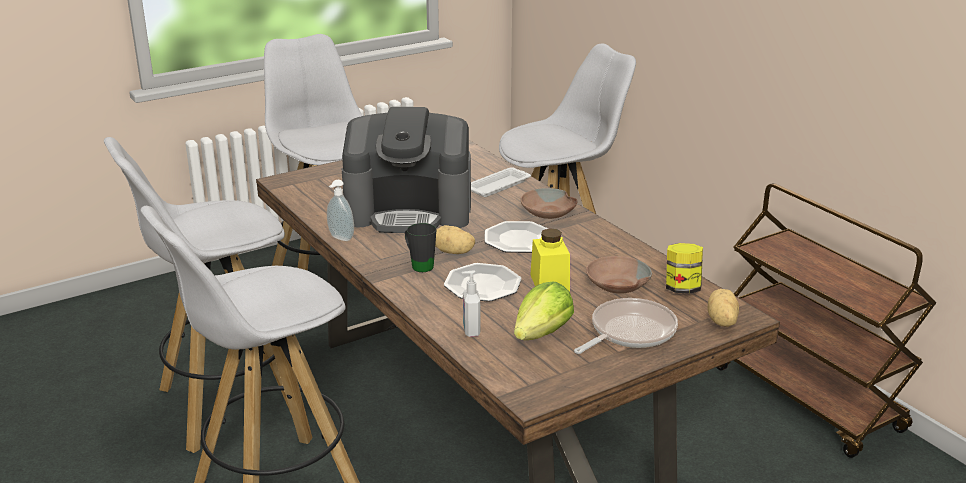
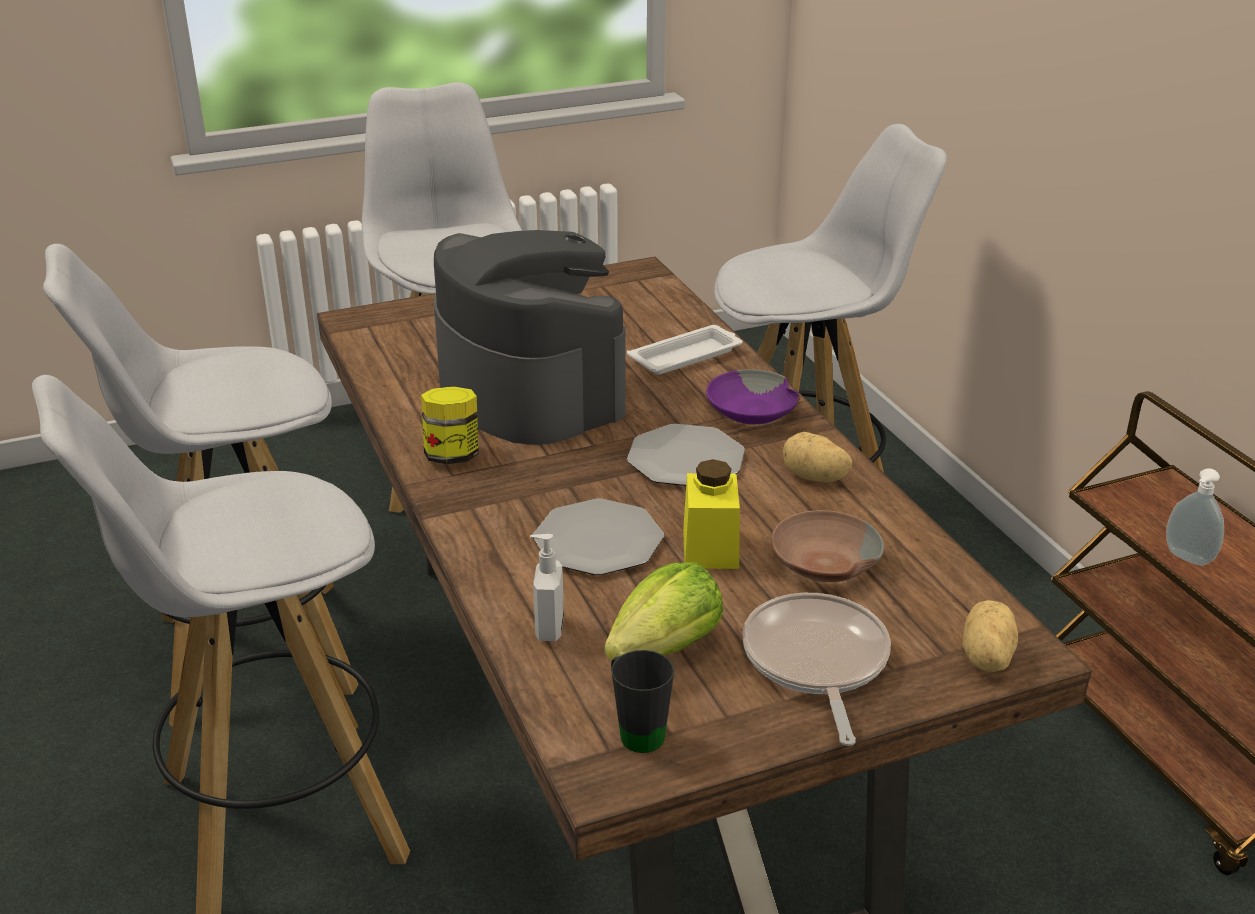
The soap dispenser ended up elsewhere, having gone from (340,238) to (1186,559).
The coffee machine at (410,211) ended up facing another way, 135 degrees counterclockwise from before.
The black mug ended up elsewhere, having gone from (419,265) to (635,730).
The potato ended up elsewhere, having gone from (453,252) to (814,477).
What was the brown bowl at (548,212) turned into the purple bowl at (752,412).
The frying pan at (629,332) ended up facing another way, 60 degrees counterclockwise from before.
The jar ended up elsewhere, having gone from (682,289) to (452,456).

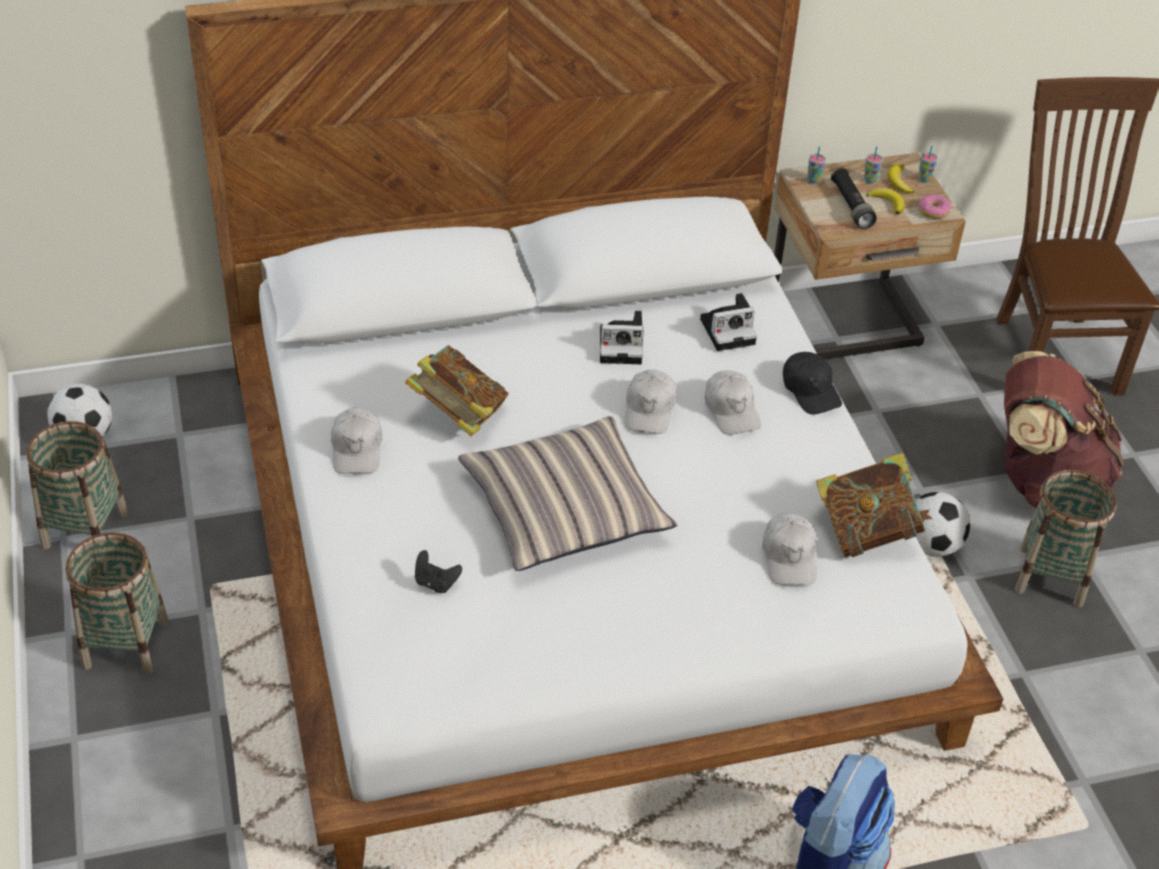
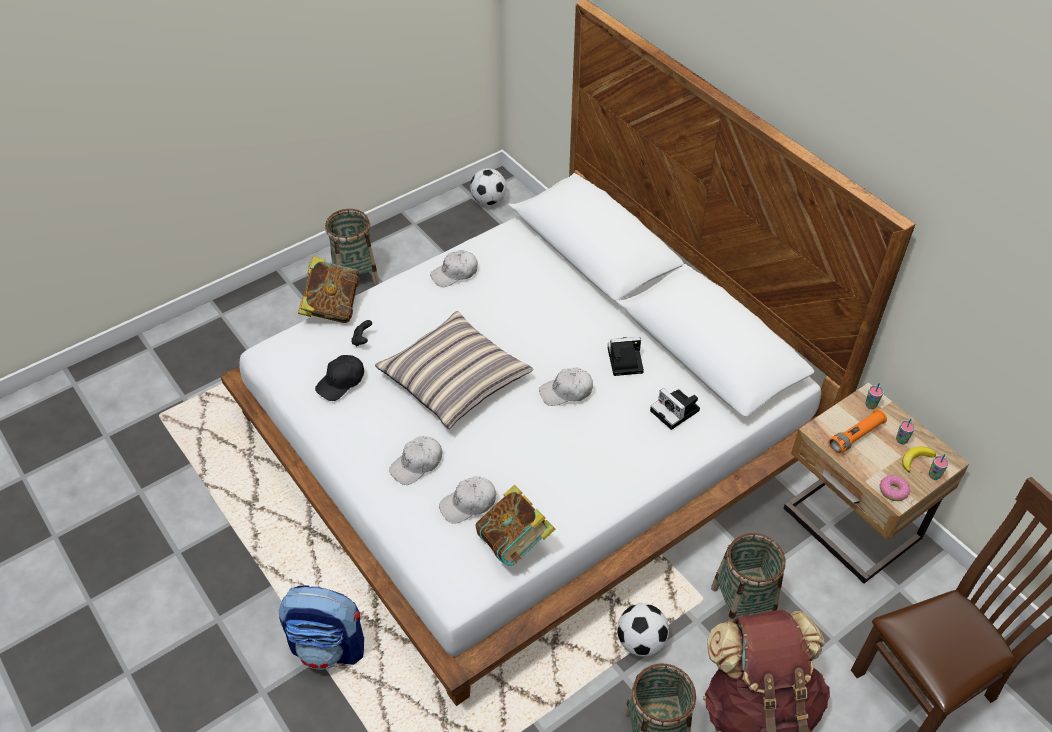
The basket ended up elsewhere, having gone from (85,529) to (742,603).
The book ended up elsewhere, having gone from (458,415) to (332,307).
The photo camera at (623,346) ended up facing another way, 105 degrees clockwise from before.
The white cap ended up elsewhere, having gone from (731,410) to (417,464).
The black cap ended up elsewhere, having gone from (810,390) to (341,382).
What was the black flashlight at (851,206) turned into the orange flashlight at (856,436).
The second view lost the banana at (887,202).

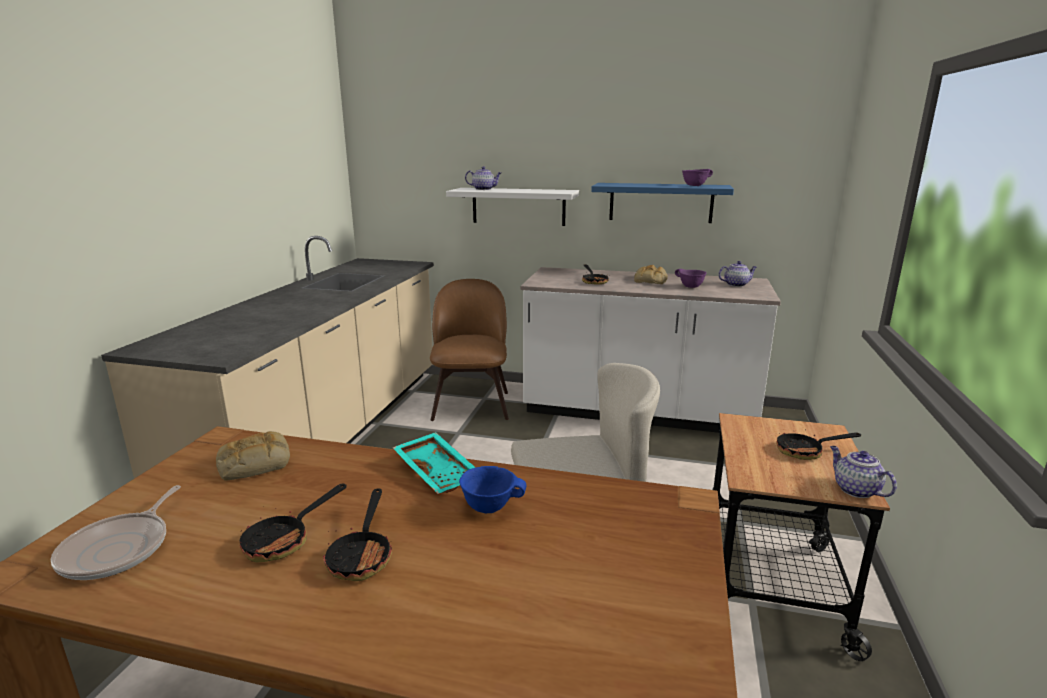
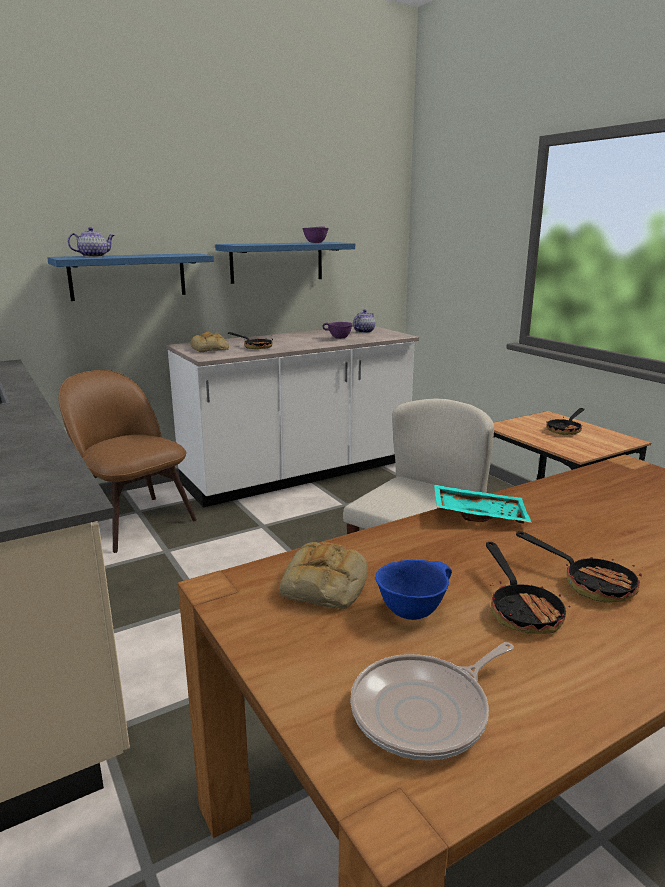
The frying pan at (119,549) ended up facing another way, 90 degrees clockwise from before.
What was the white shelf at (518,206) turned into the blue shelf at (128,276).
The blue bowl ended up elsewhere, having gone from (490,507) to (411,610).
The bread ended up elsewhere, having gone from (650,281) to (210,349).
The second view lost the teapot at (855,489).

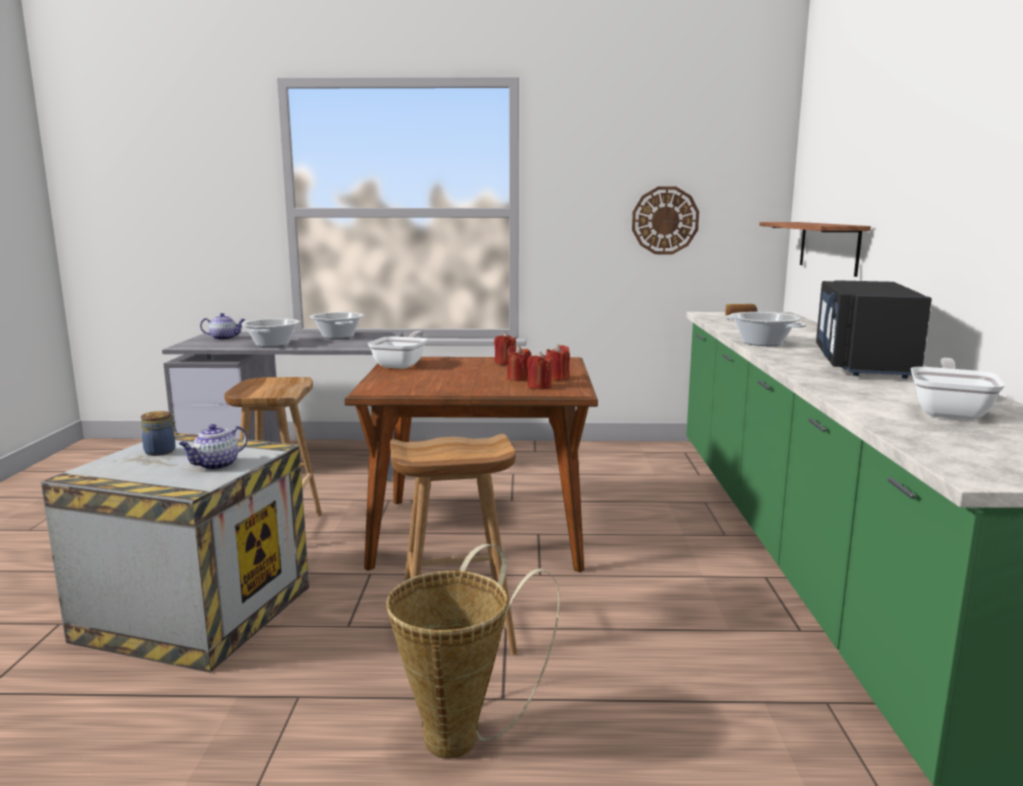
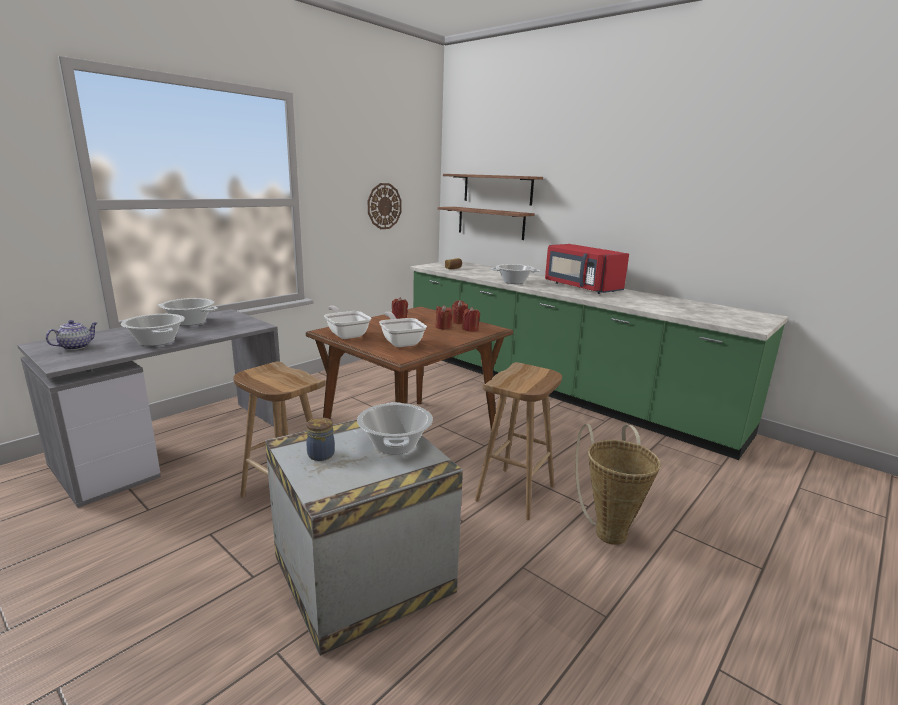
Where the teapot stood at (216,465), the cooking pot came to stand at (395,444).
What was the black microwave at (861,364) turned into the red microwave at (580,287).
The frying pan ended up elsewhere, having gone from (950,412) to (401,342).
The second view gained the shelf at (497,189).

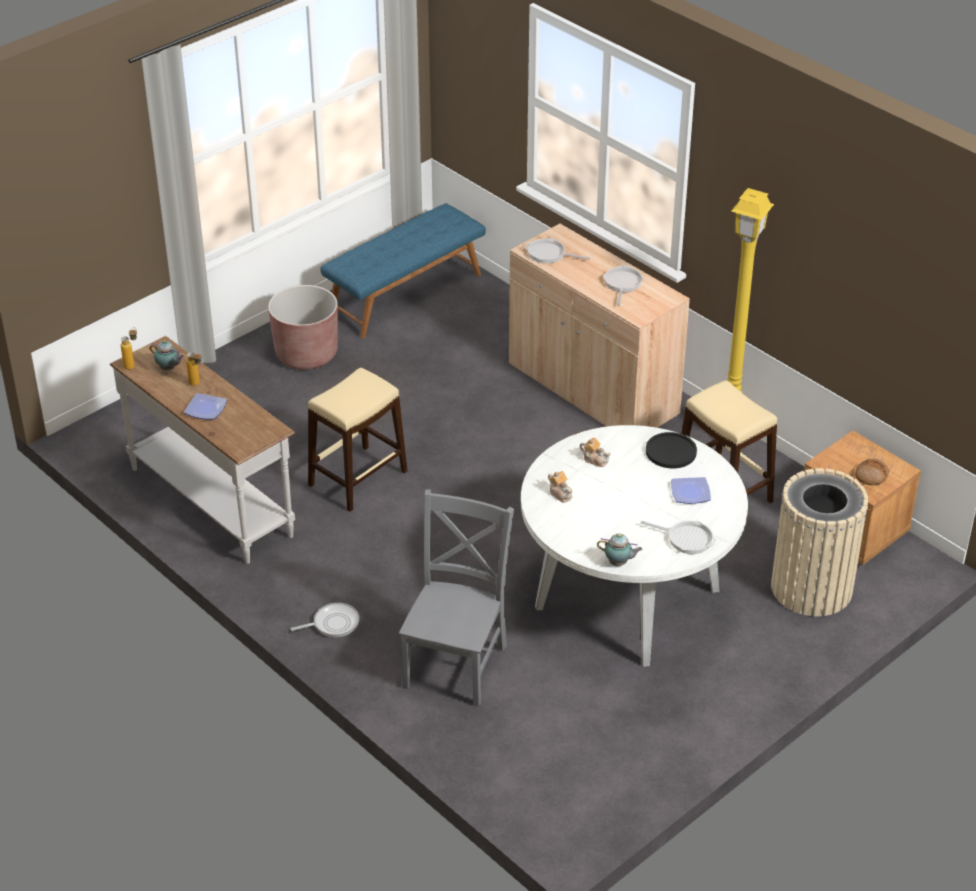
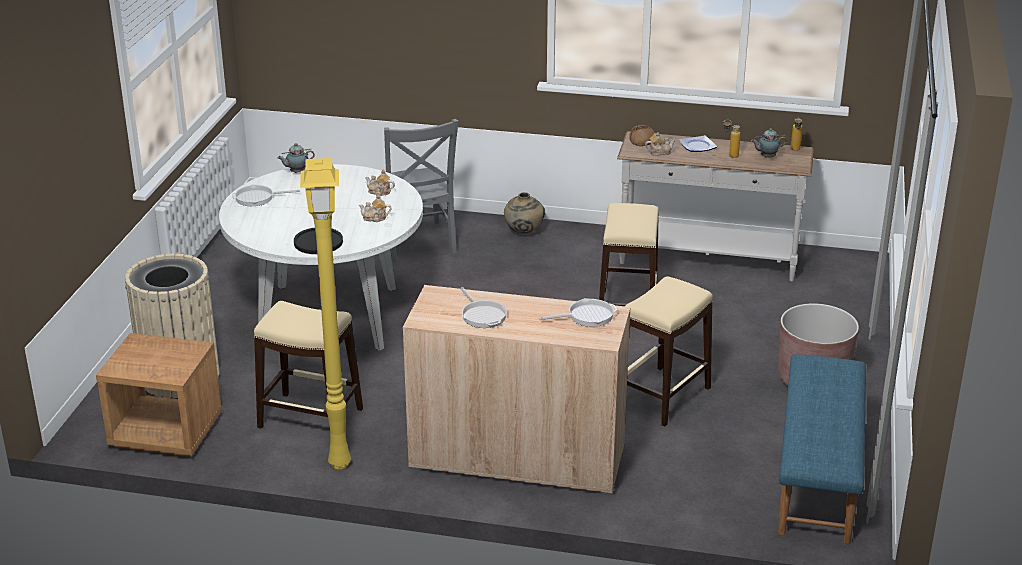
Where the frying pan stood at (333,623), the beige vase came to stand at (524,233).
The second view lost the plate at (689,492).
The bread ended up elsewhere, having gone from (871,476) to (642,140).
The second view gained the beige stool at (663,396).
The second view gained the teapot at (659,152).

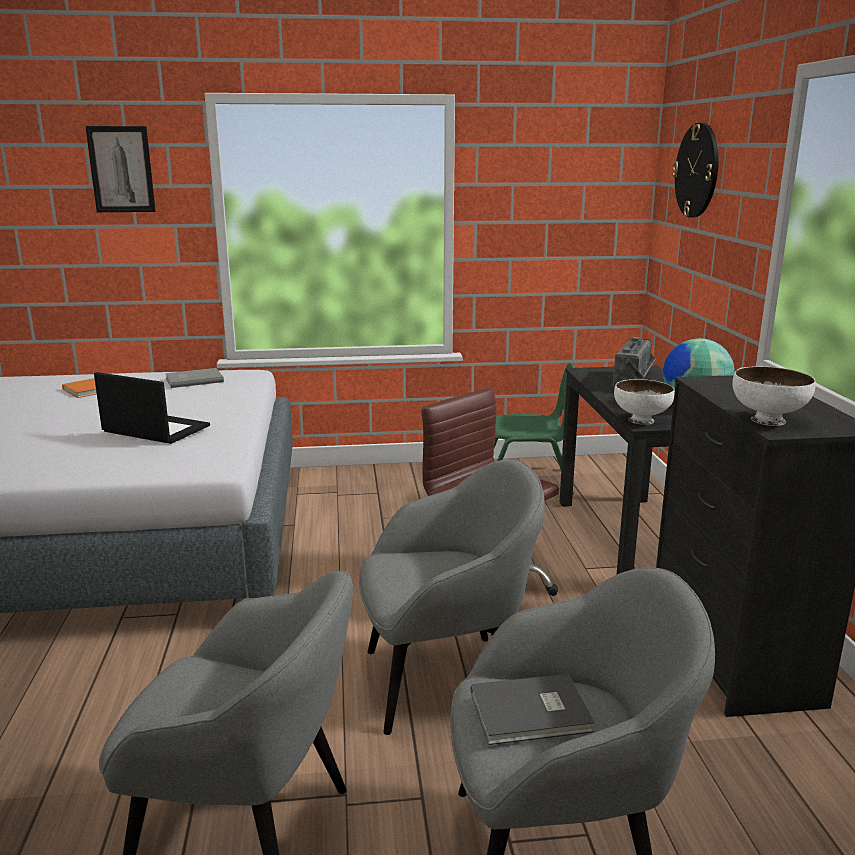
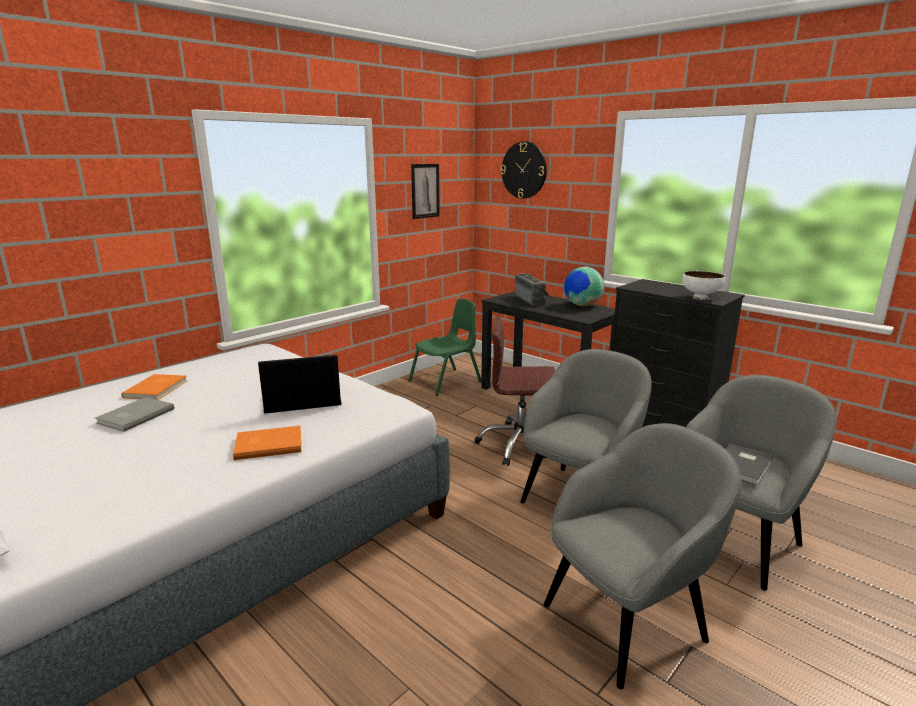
The picture ended up elsewhere, having gone from (121,169) to (425,191).
The grey book ended up elsewhere, having gone from (193,380) to (134,416).
The second view lost the white bowl at (641,420).
The second view gained the orange book at (268,444).

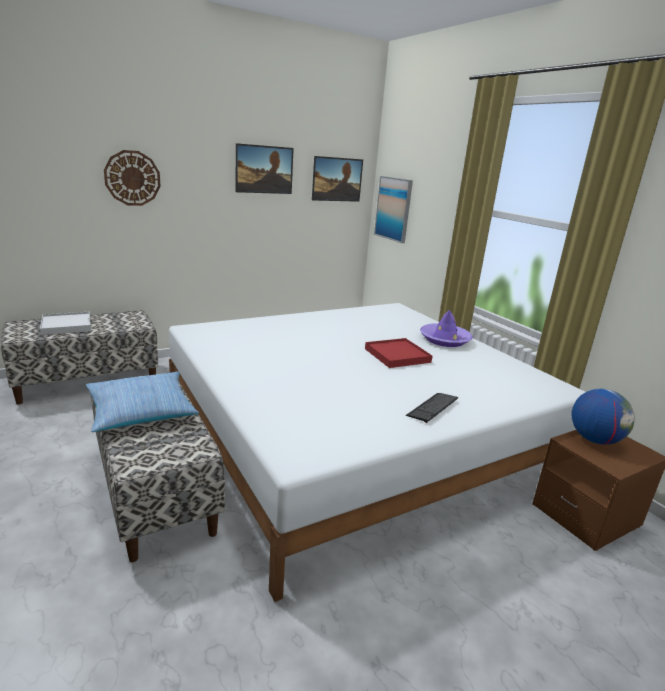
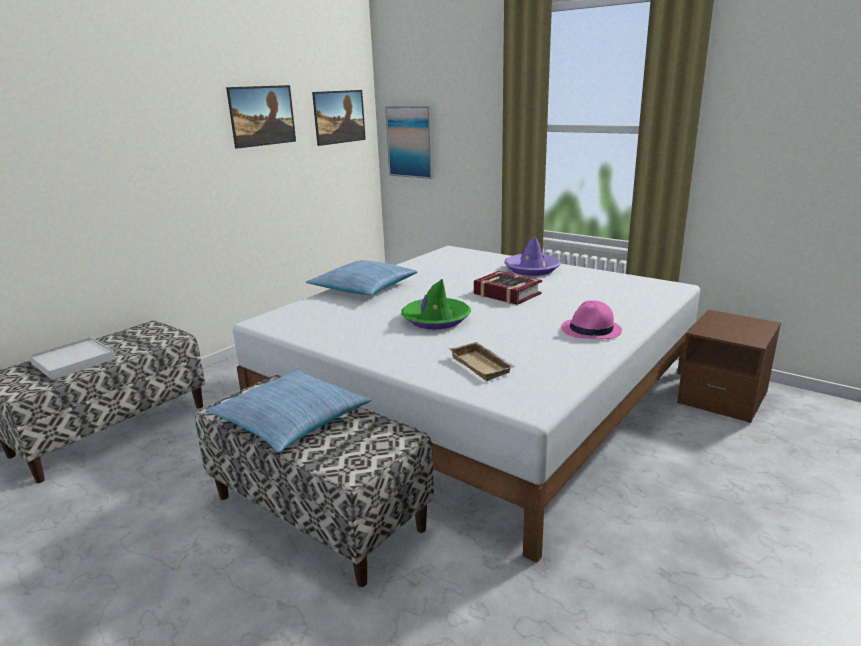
The second view lost the wall clock at (132,178).
Where the red tray stood at (397,355), the book came to stand at (507,294).
Where the keyboard stood at (432,408), the pink hat came to stand at (591,330).
The second view lost the globe at (594,439).
The second view gained the pillow at (363,288).
The second view gained the green hat at (436,320).
The second view gained the beige tray at (483,365).

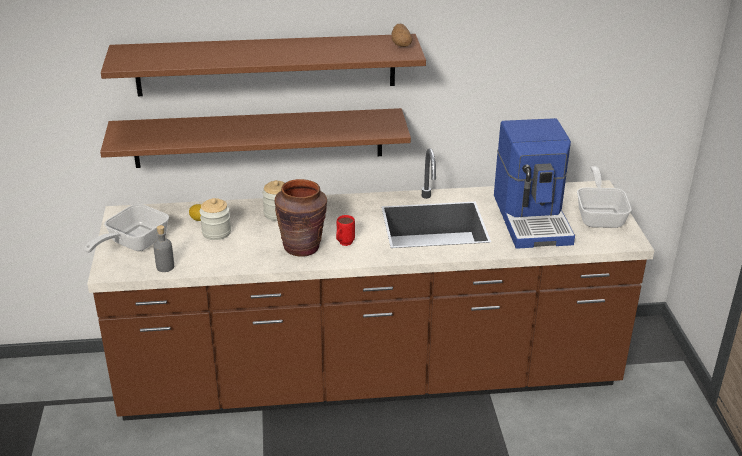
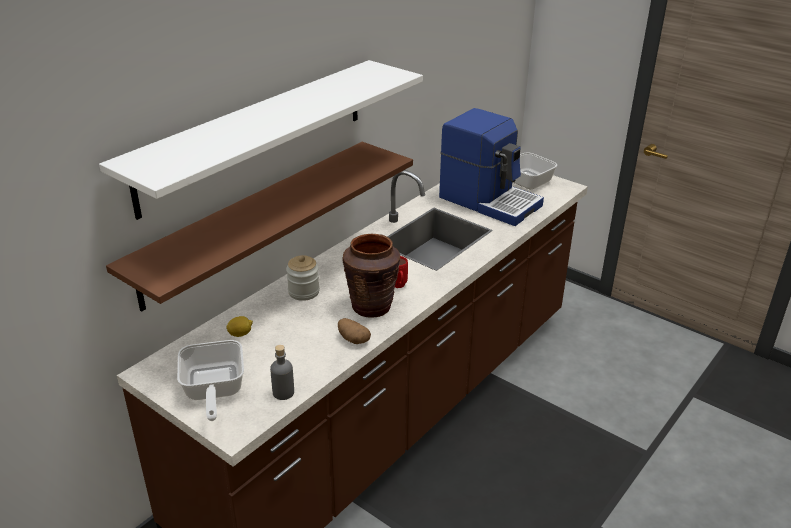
What was the brown shelf at (266,65) turned into the white shelf at (256,134).
The second view lost the jar at (216,232).
The potato ended up elsewhere, having gone from (401,44) to (352,339).

